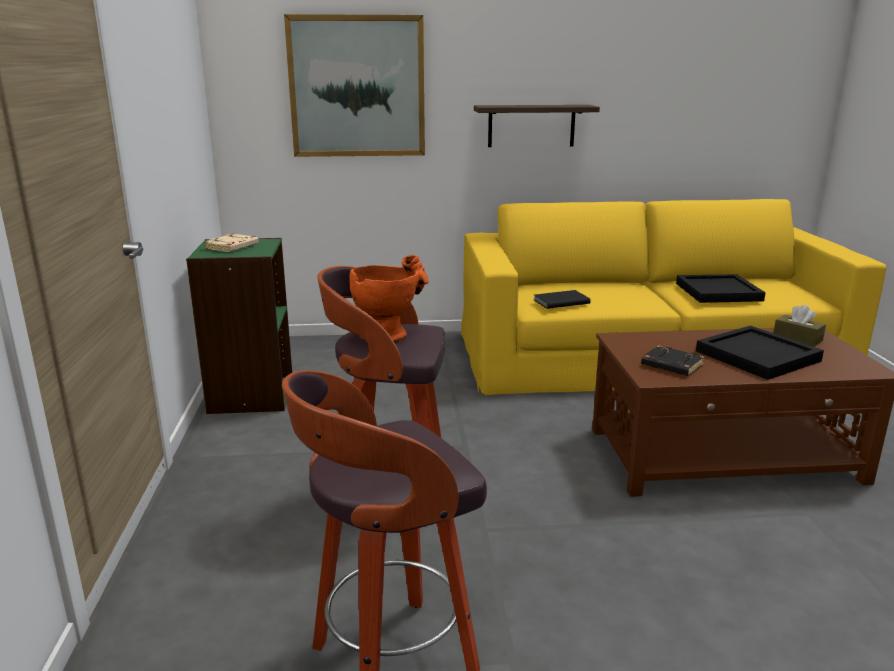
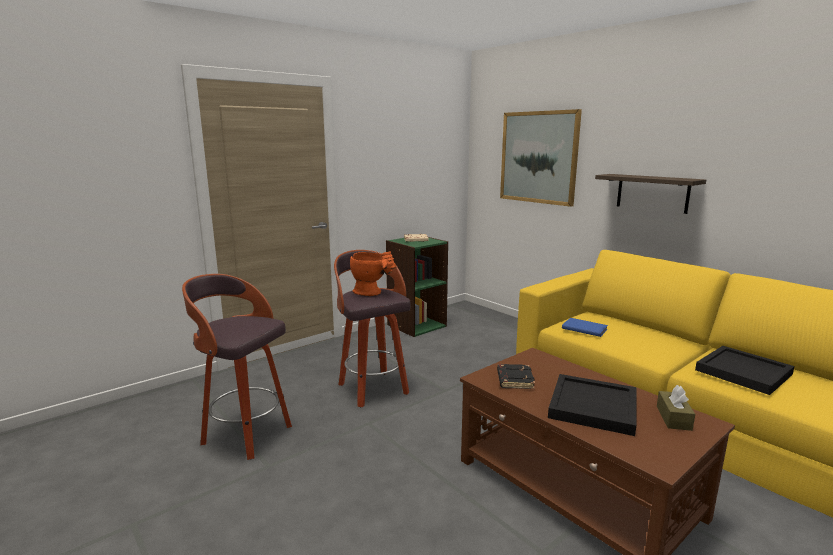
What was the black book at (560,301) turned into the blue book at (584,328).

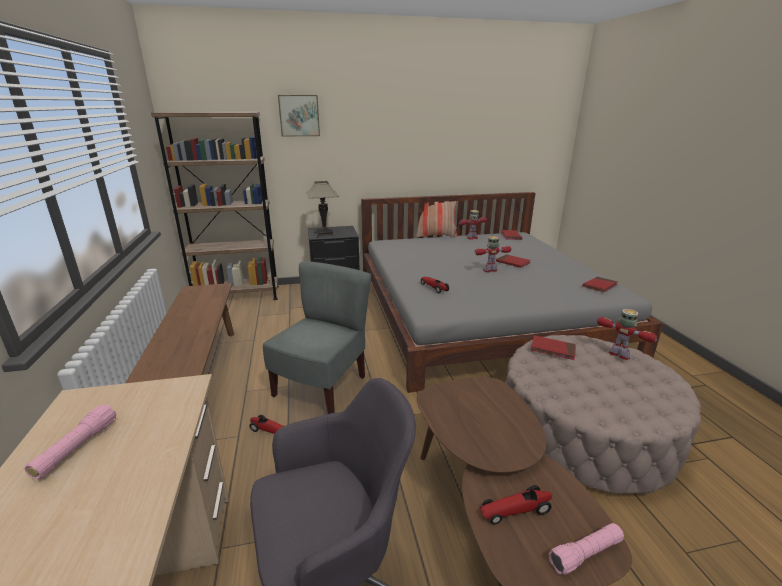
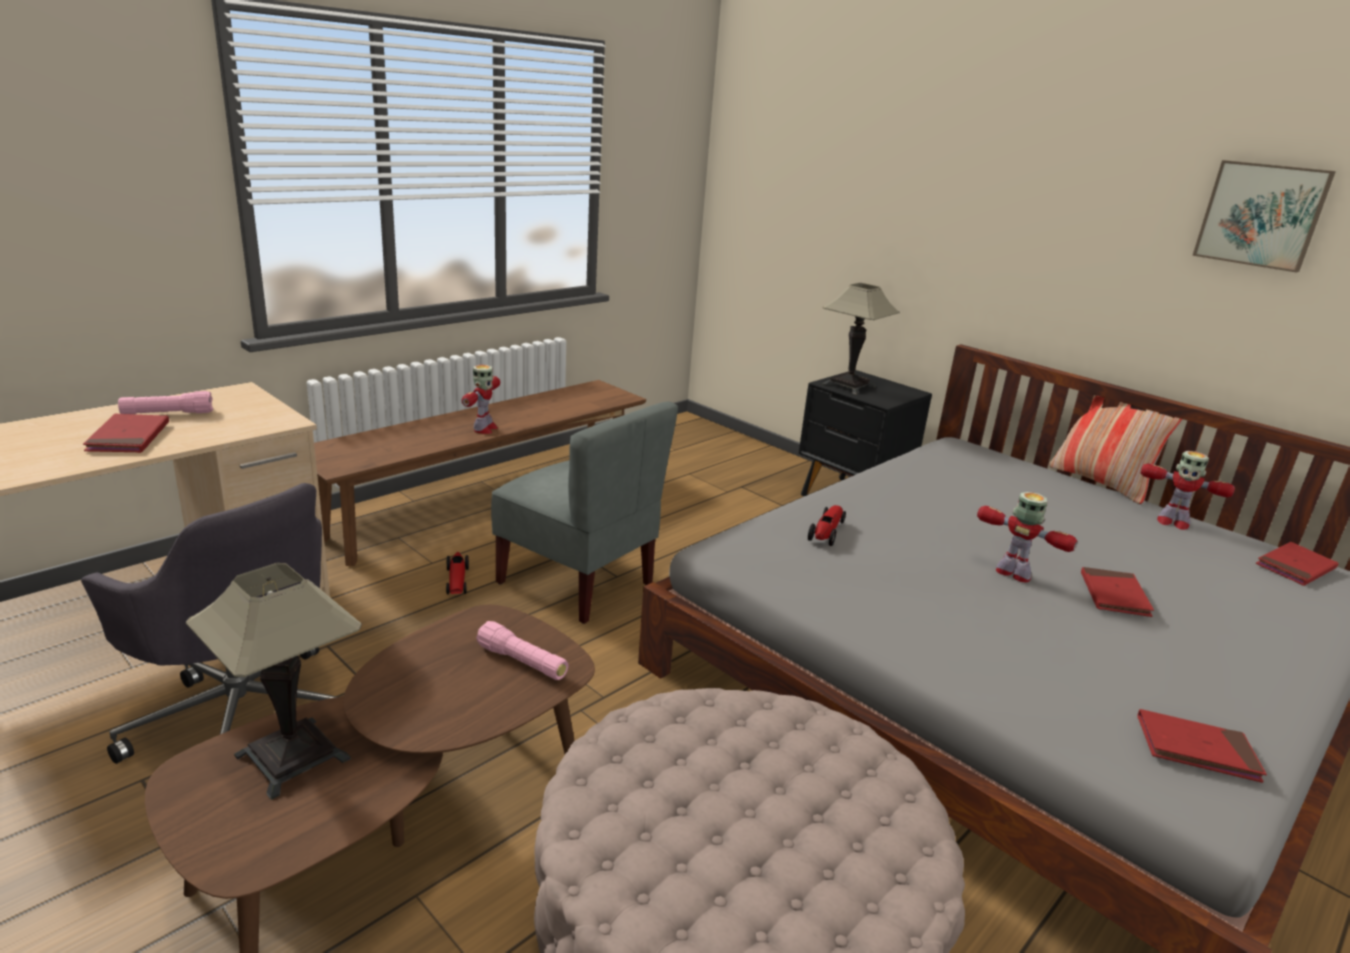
The second view lost the brown bookcase at (237,296).
The grey chair at (322,387) ended up facing another way, 45 degrees clockwise from before.
The picture ended up elsewhere, having gone from (299,115) to (1261,215).
Where the toy car stood at (515,510), the table lamp came to stand at (293,756).
The red book ended up elsewhere, having gone from (552,349) to (129,437).
The pink flashlight ended up elsewhere, having gone from (585,554) to (522,662).
The toy robot ended up elsewhere, having gone from (619,355) to (484,429).

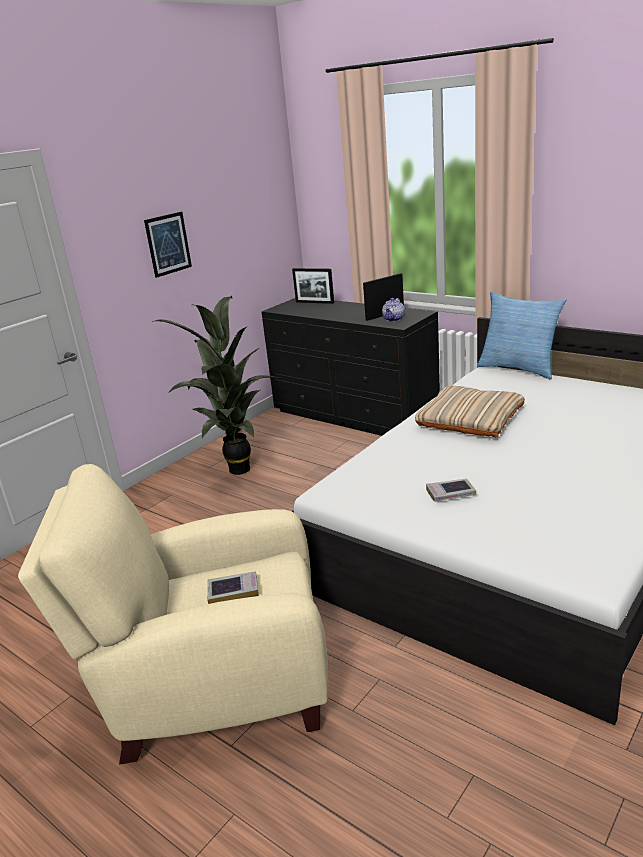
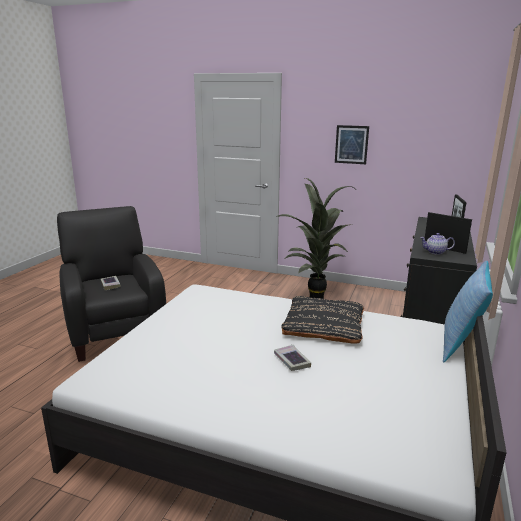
What was the beige armchair at (212,685) turned into the black armchair at (115,329).
What was the beige pillow at (470,418) turned into the black pillow at (324,325).
The book ended up elsewhere, having gone from (450,493) to (292,361).

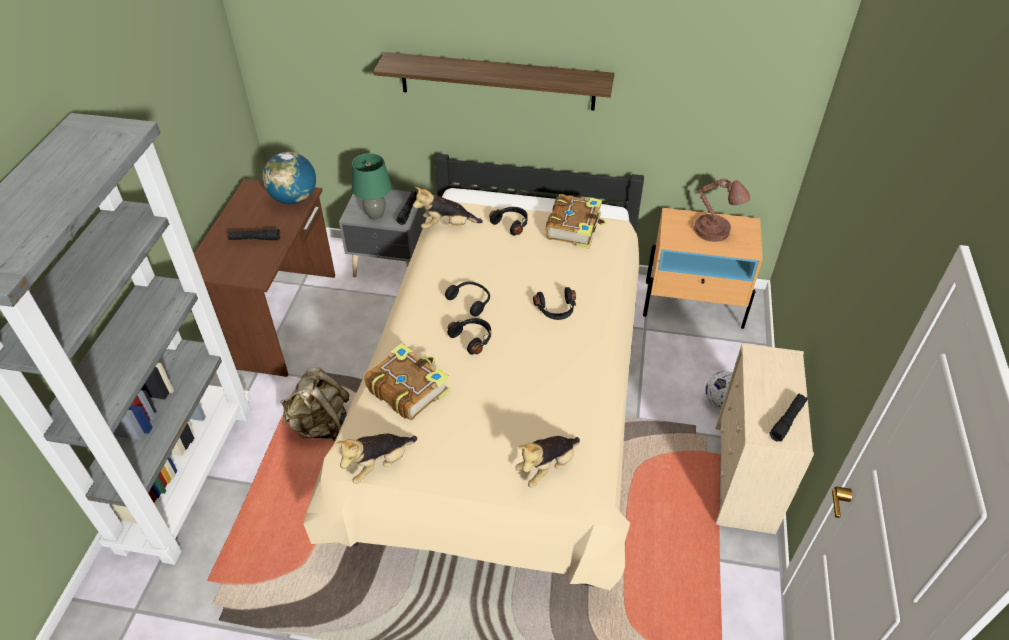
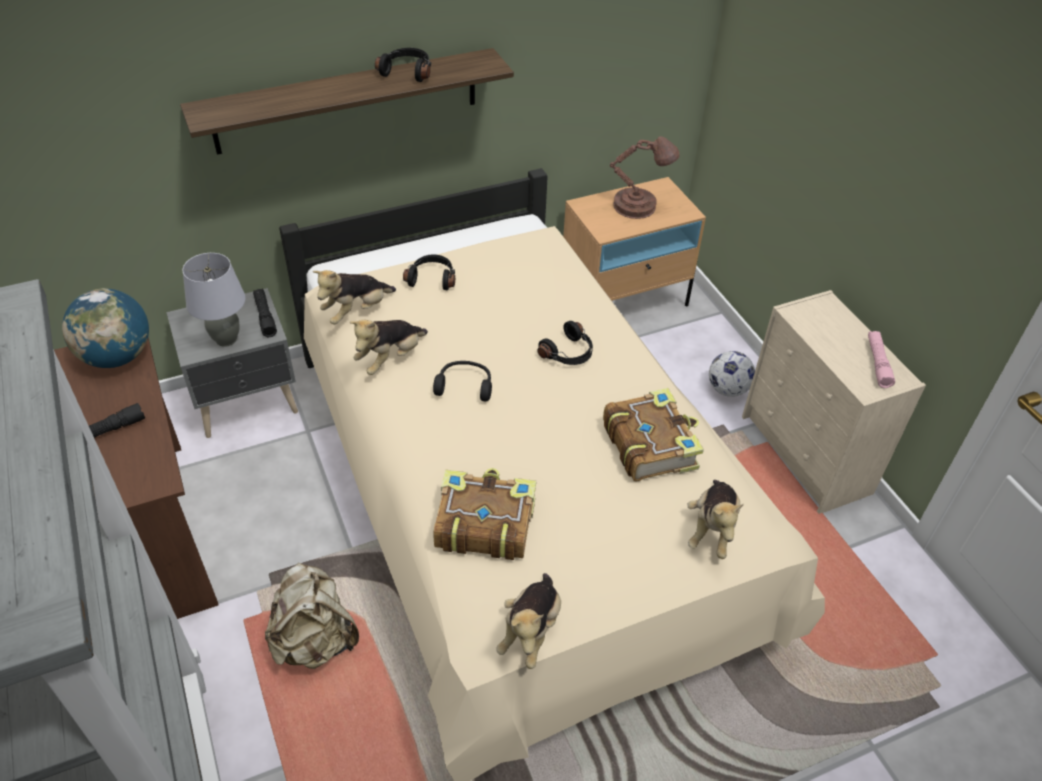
What was the green table lamp at (375,216) turned into the grey table lamp at (226,340).
The black headphones ended up elsewhere, having gone from (472,339) to (407,72).
The book ended up elsewhere, having gone from (574,227) to (650,444).
What was the black flashlight at (787,420) turned into the pink flashlight at (877,363).
The second view gained the plush toy at (390,358).

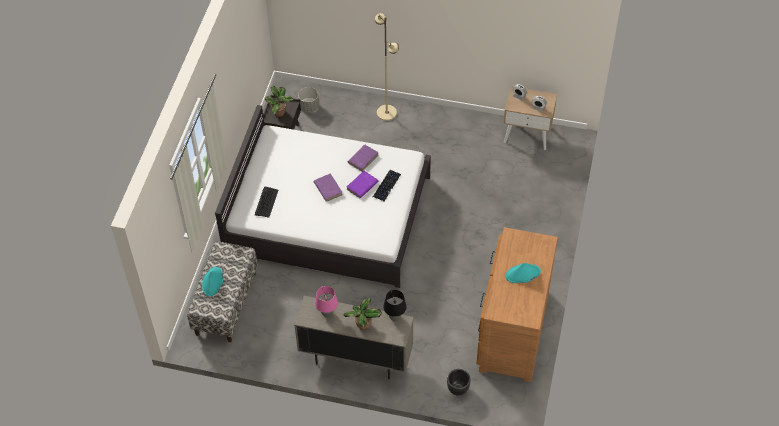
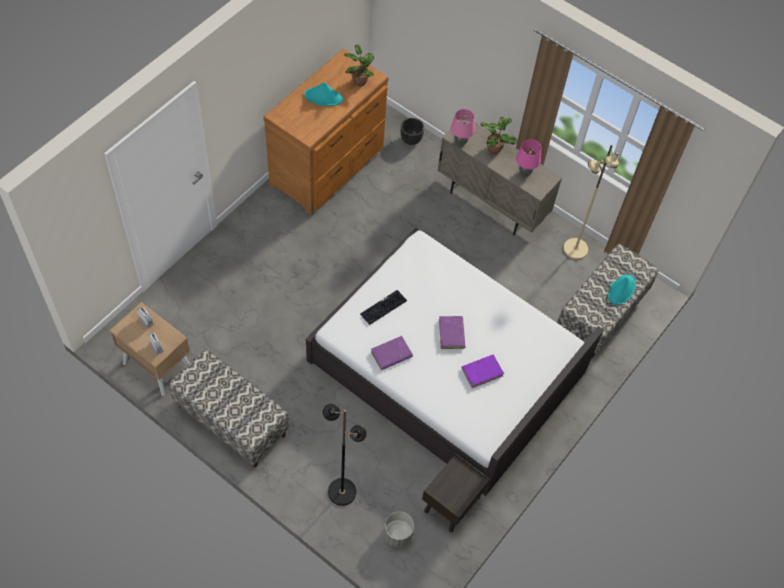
The second view lost the keyboard at (266,202).
The potted plant ended up elsewhere, having gone from (280,113) to (359,81).
The purple book ended up elsewhere, having gone from (362,186) to (482,371).
The beige floor lamp ended up elsewhere, having gone from (387,112) to (575,249).
What was the black table lamp at (395,318) turned into the pink table lamp at (460,143).
The second view gained the bench at (231,420).
The second view gained the black floor lamp at (342,491).

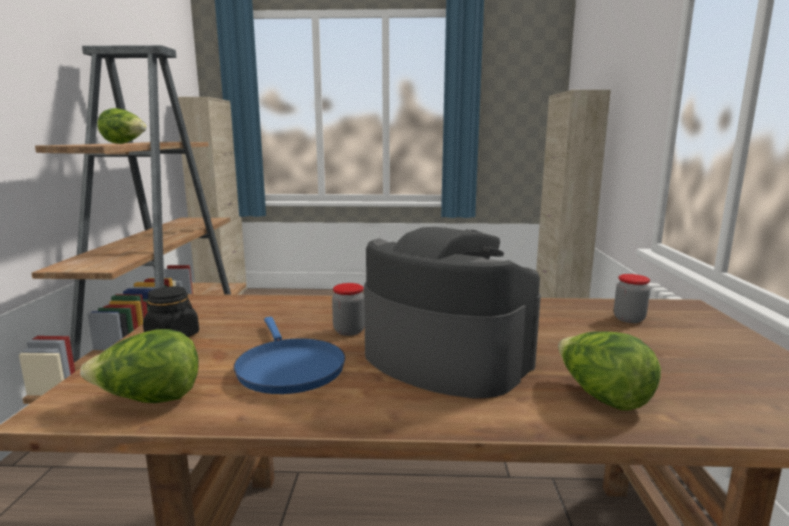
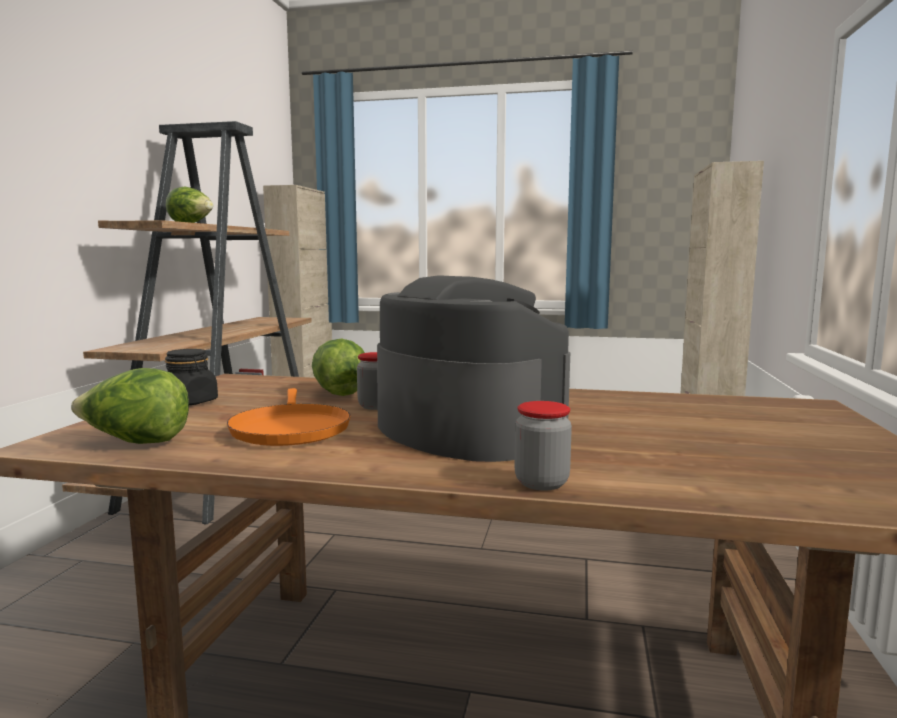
What was the blue frying pan at (288,368) turned into the orange frying pan at (289,429).
The lettuce ended up elsewhere, having gone from (601,397) to (340,393).
The jar ended up elsewhere, having gone from (629,319) to (541,483).

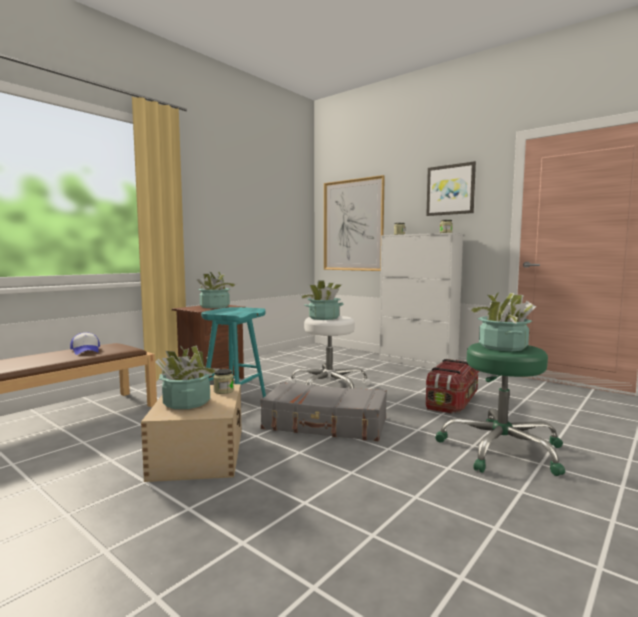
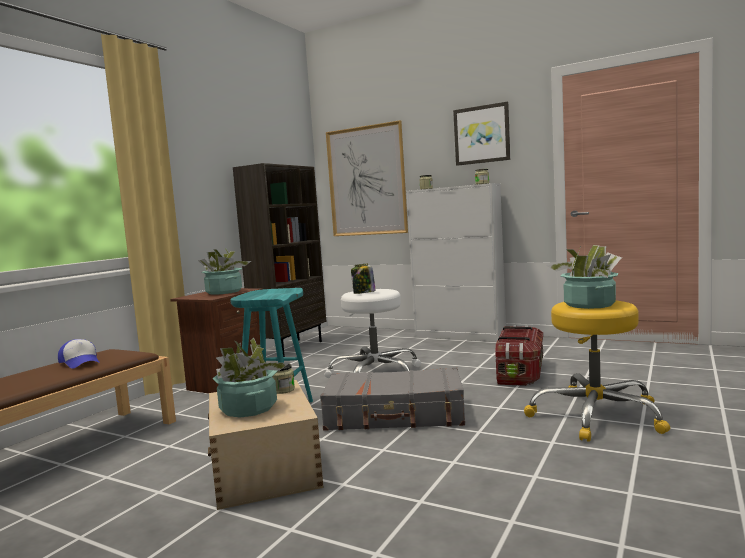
Where the potted plant stood at (324,318), the jar came to stand at (363,293).
What was the green stool at (501,449) turned into the yellow stool at (596,415).
The second view gained the brown bookcase at (291,348).

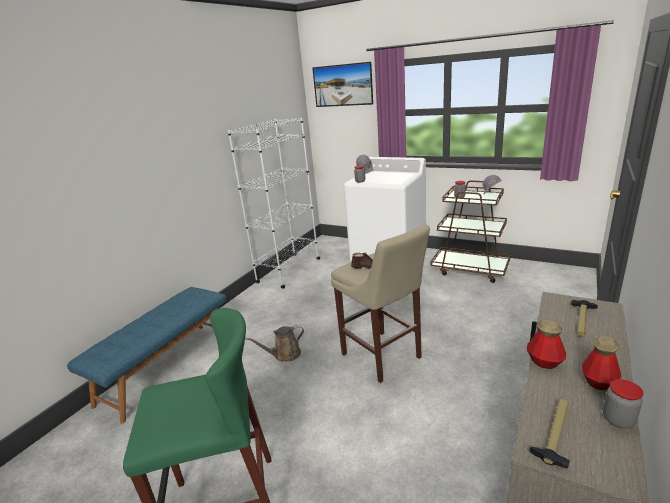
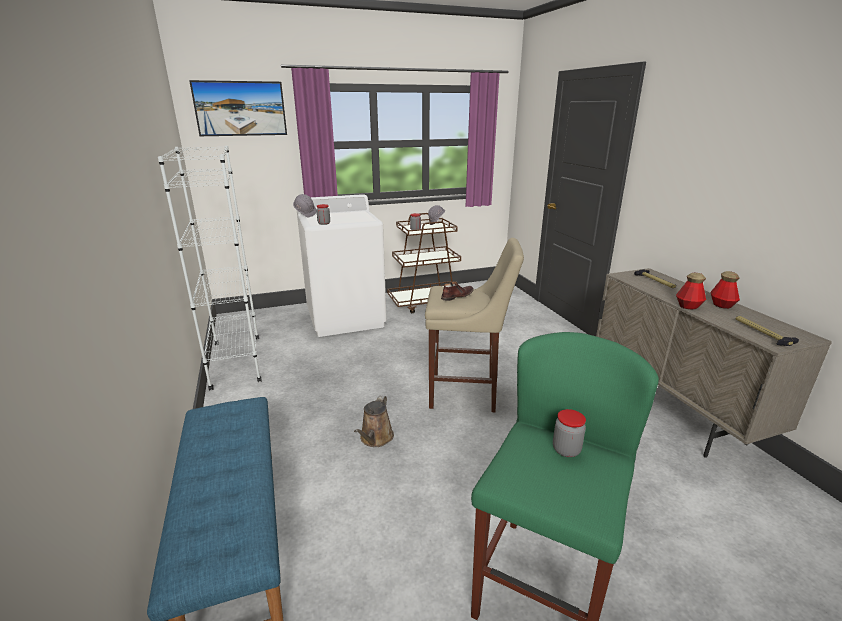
The jar ended up elsewhere, having gone from (618,420) to (566,450).

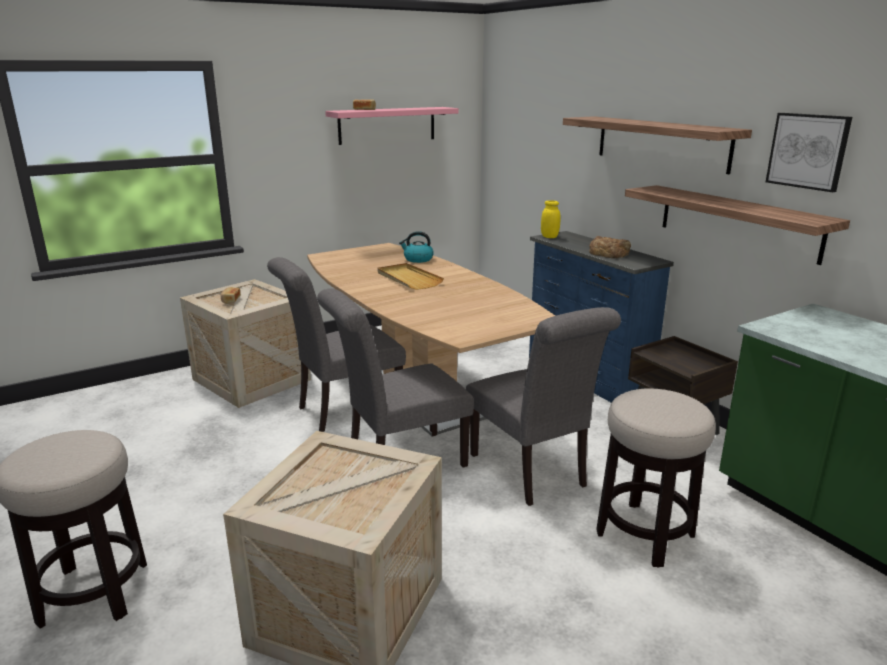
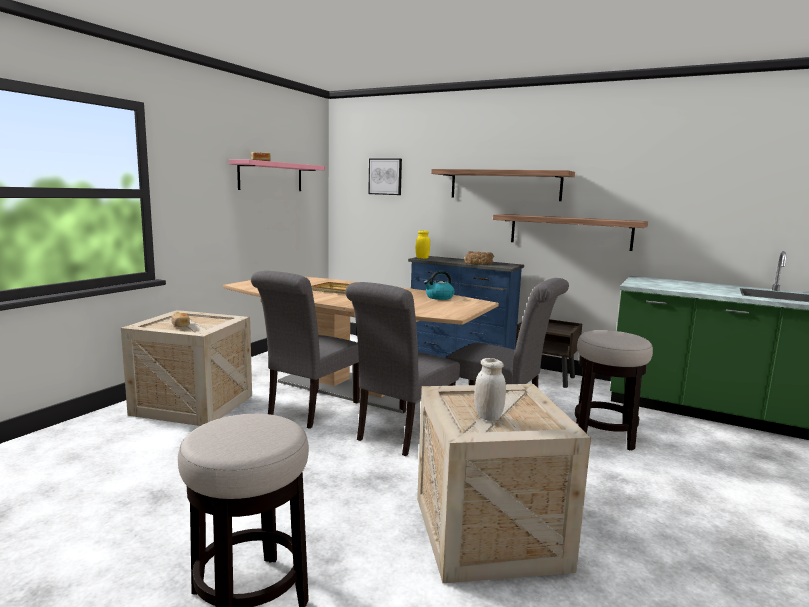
The kettle ended up elsewhere, having gone from (418,259) to (439,297).
The picture ended up elsewhere, having gone from (808,151) to (385,176).
The second view gained the white jar at (488,417).

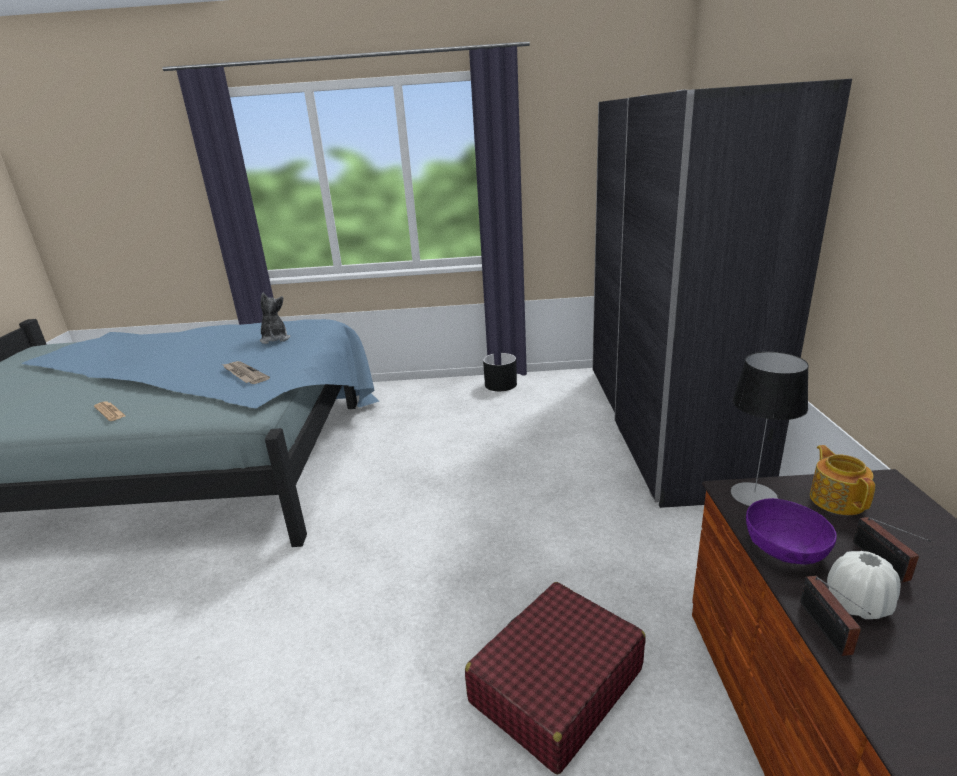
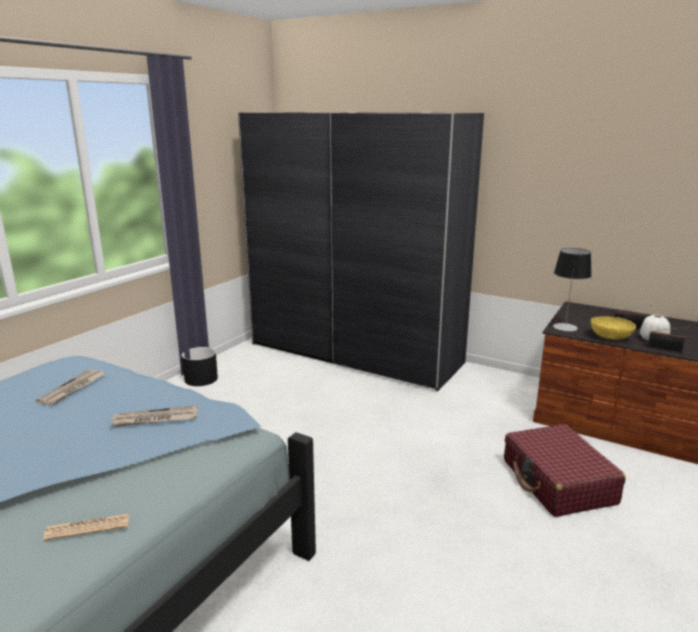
Where the plush toy stood at (275,339), the newspaper came to stand at (73,389).
What was the purple bowl at (785,549) turned into the yellow bowl at (610,337).
The second view lost the teapot at (836,499).

